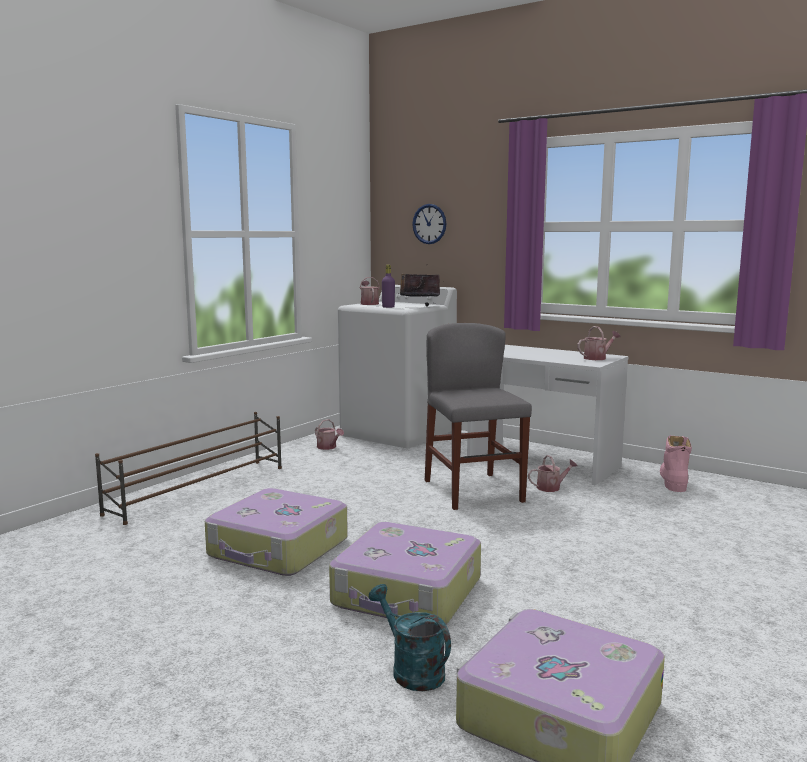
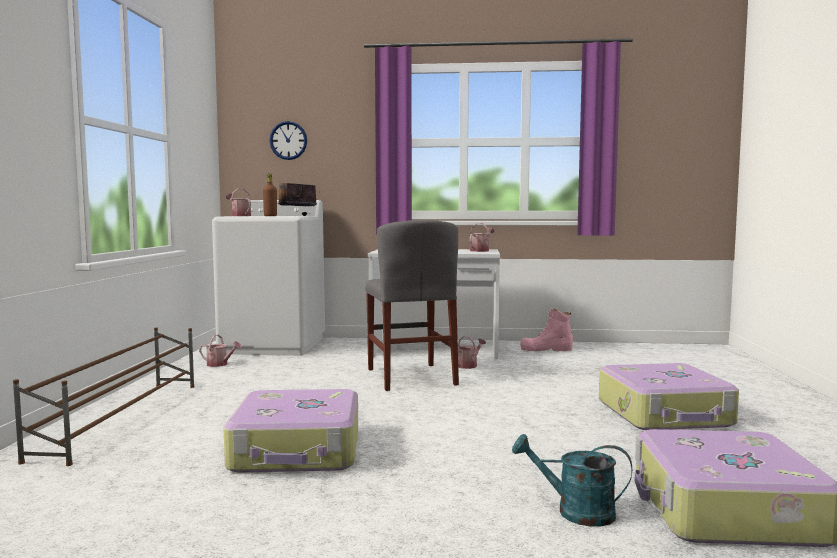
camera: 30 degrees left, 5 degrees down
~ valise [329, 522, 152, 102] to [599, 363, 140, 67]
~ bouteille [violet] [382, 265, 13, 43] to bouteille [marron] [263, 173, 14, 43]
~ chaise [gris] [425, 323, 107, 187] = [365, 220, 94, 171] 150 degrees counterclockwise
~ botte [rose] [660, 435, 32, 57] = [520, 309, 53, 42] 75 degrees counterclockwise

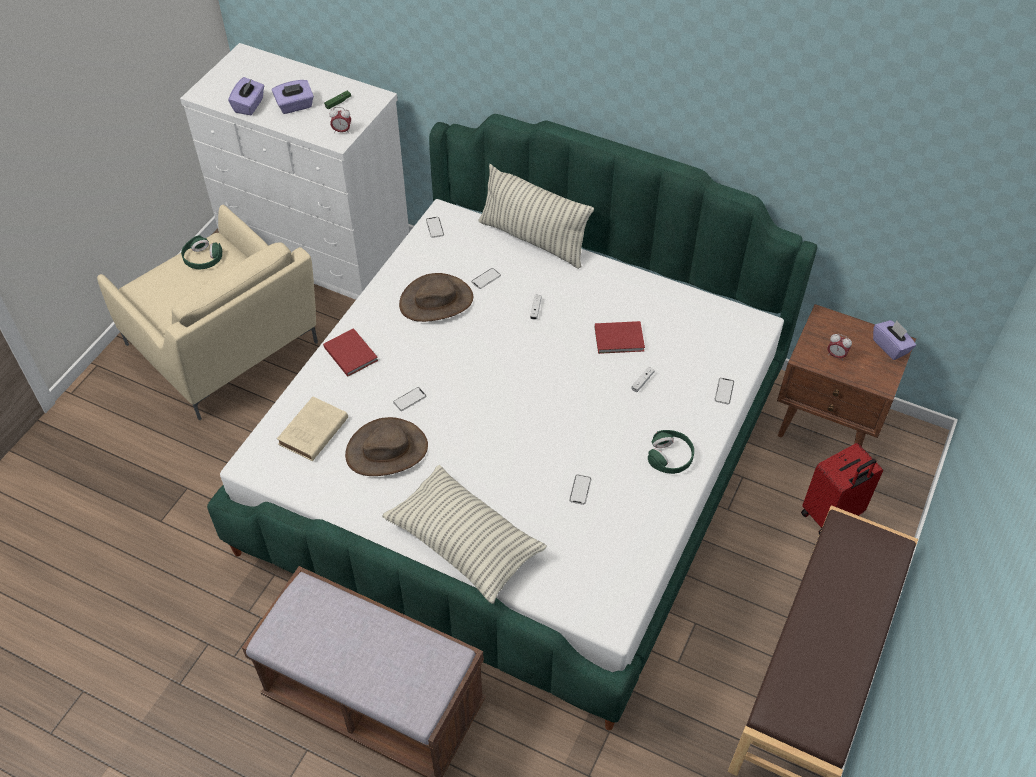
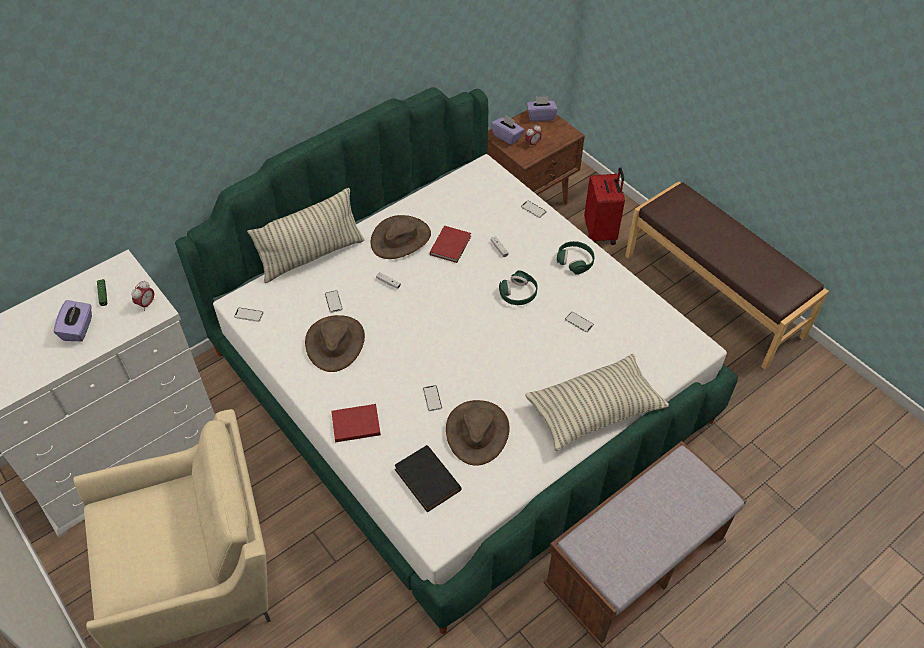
camera: 65 degrees left, 0 degrees up
~ casque audio [vert] [181, 235, 41, 34] to [499, 270, 39, 35]
~ boîte à mouchoirs [violet] [228, 77, 36, 38] to [491, 114, 33, 31]
~ livre [beige] [277, 397, 71, 64] to livre [noir] [394, 445, 67, 67]
+ chapeau [marron] [371, 215, 60, 44]

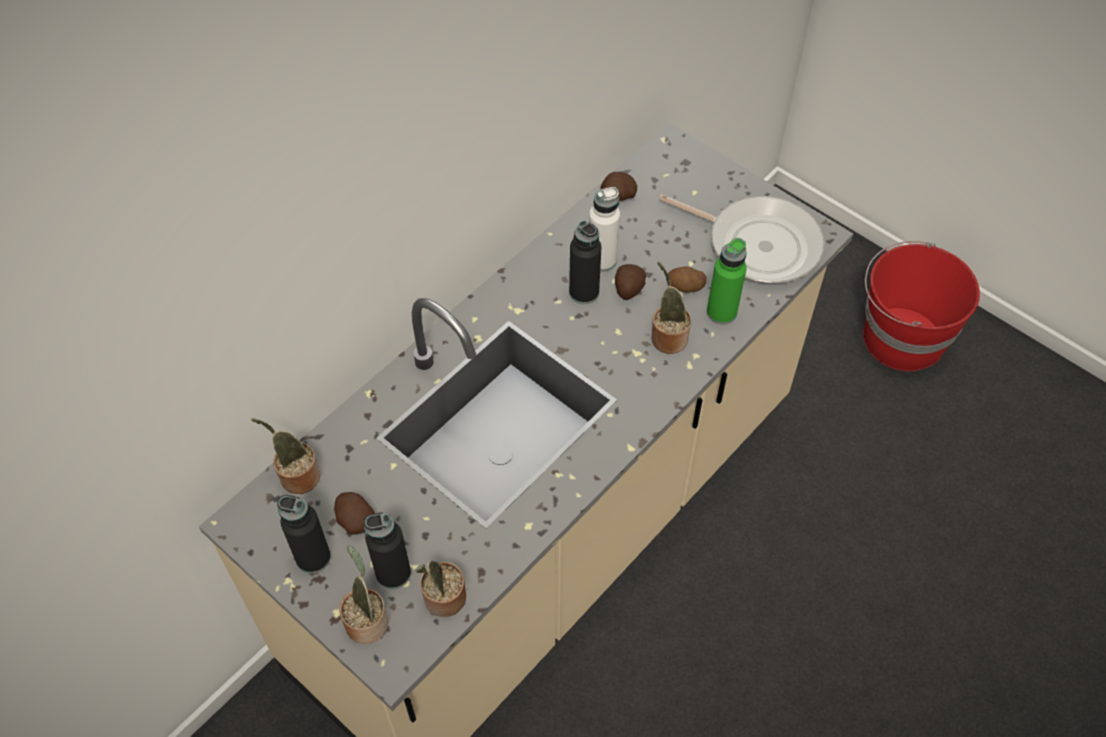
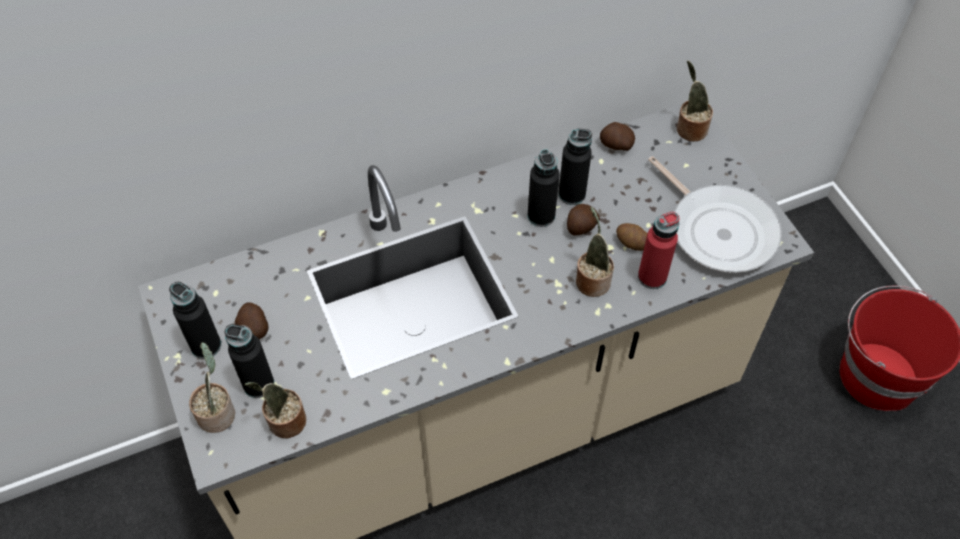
camera: 25 degrees right, 0 degrees up
~ plante en pot [251, 418, 69, 76] to [677, 61, 36, 81]
~ bouteille [blanc] [589, 187, 31, 85] to bouteille [noir] [558, 129, 34, 76]
~ bouteille [vert] [707, 238, 40, 87] to bouteille [rouge] [638, 212, 42, 77]

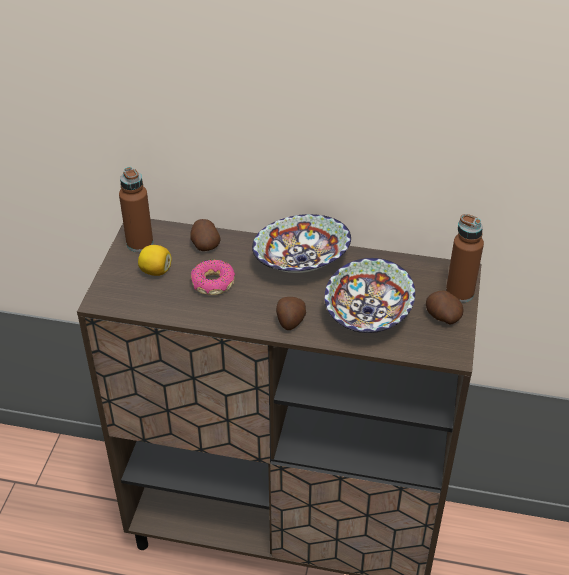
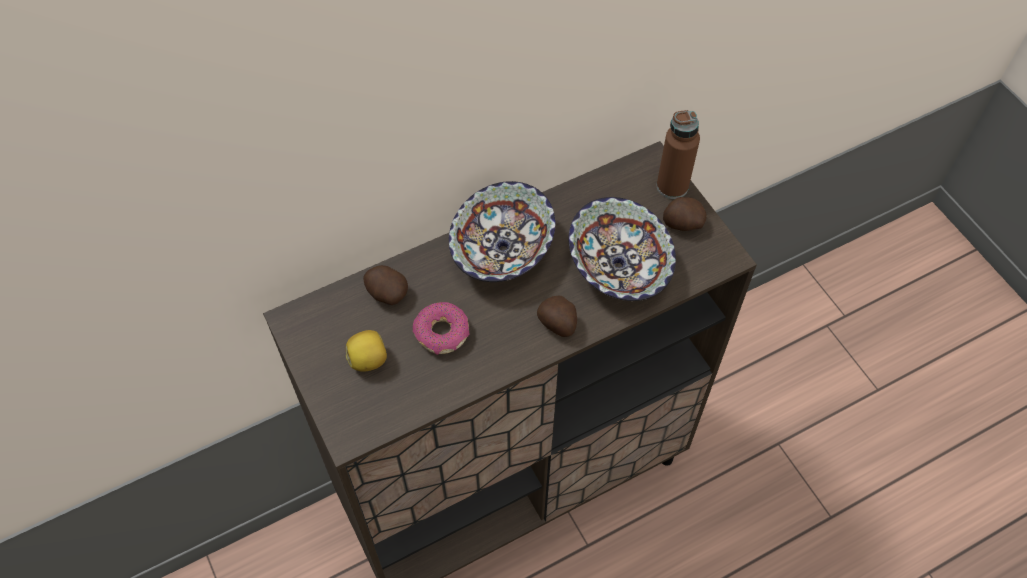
camera: 40 degrees left, 15 degrees up
- bouteille [marron] [119, 167, 34, 85]

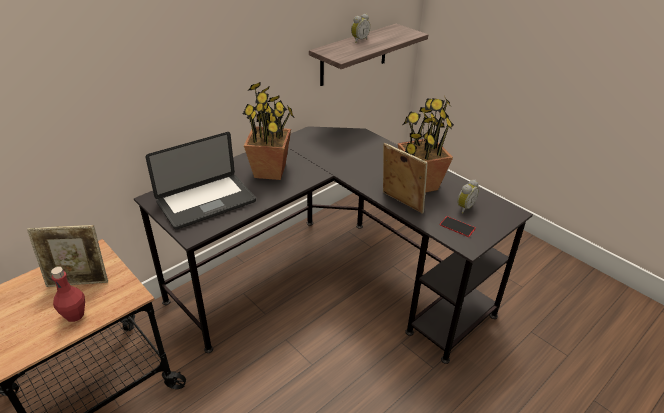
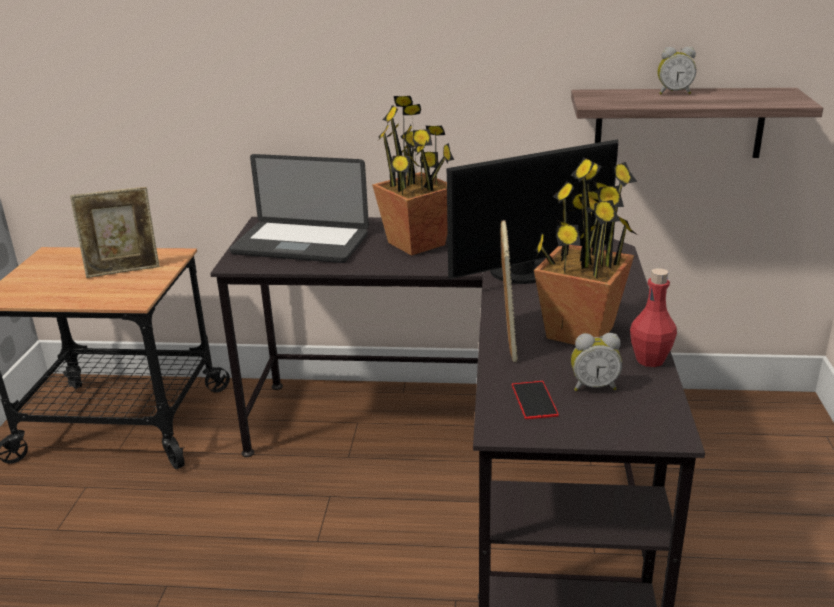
camera: 50 degrees right, 10 degrees down
~ cadre photo [27, 225, 81, 62] = [70, 187, 90, 91] 60 degrees counterclockwise
~ bouteille [rouge] [51, 267, 34, 55] to [630, 268, 47, 99]
+ écran d'ordinateur [447, 139, 171, 145]

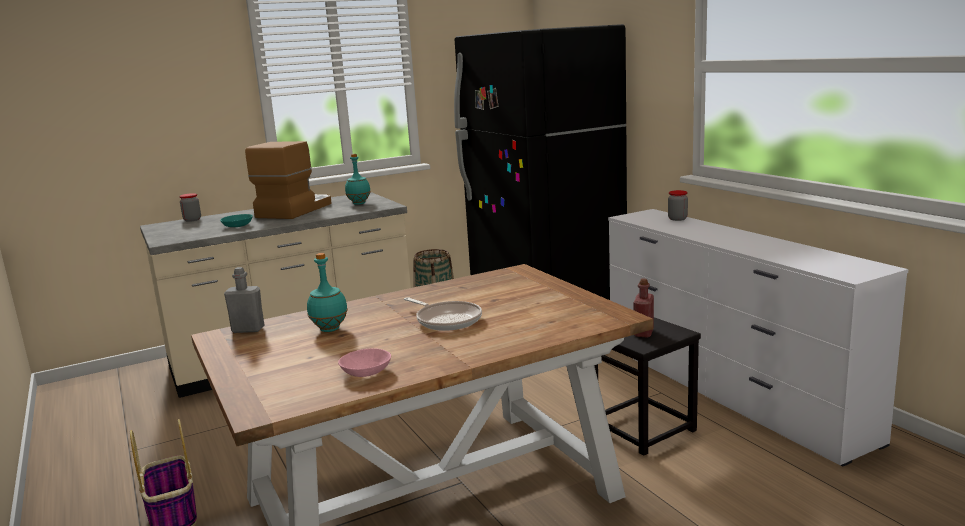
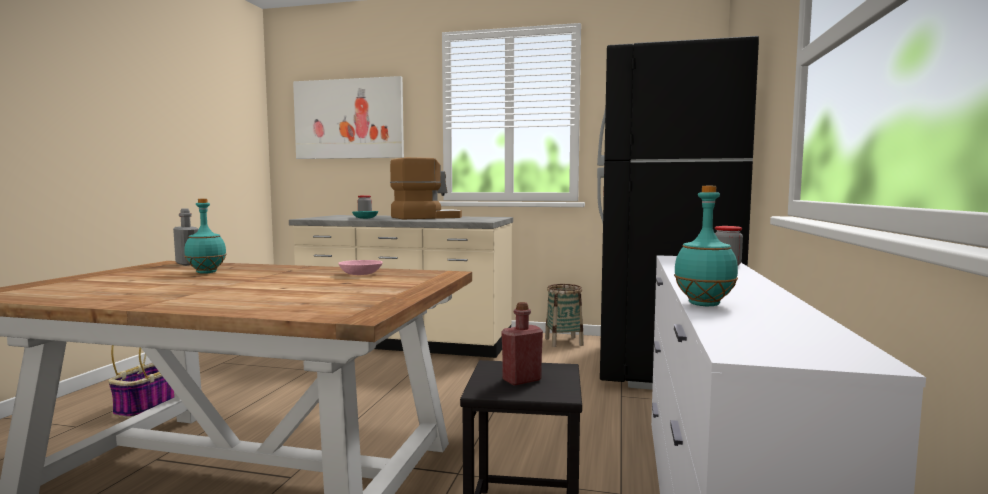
camera: 40 degrees right, 10 degrees down
~ bol [rose] [338, 348, 53, 29] to [338, 260, 45, 15]
~ bouteille [turquoise] [345, 154, 26, 51] to [674, 185, 64, 121]
- poêle [404, 297, 78, 34]
+ tableau [293, 76, 111, 83]

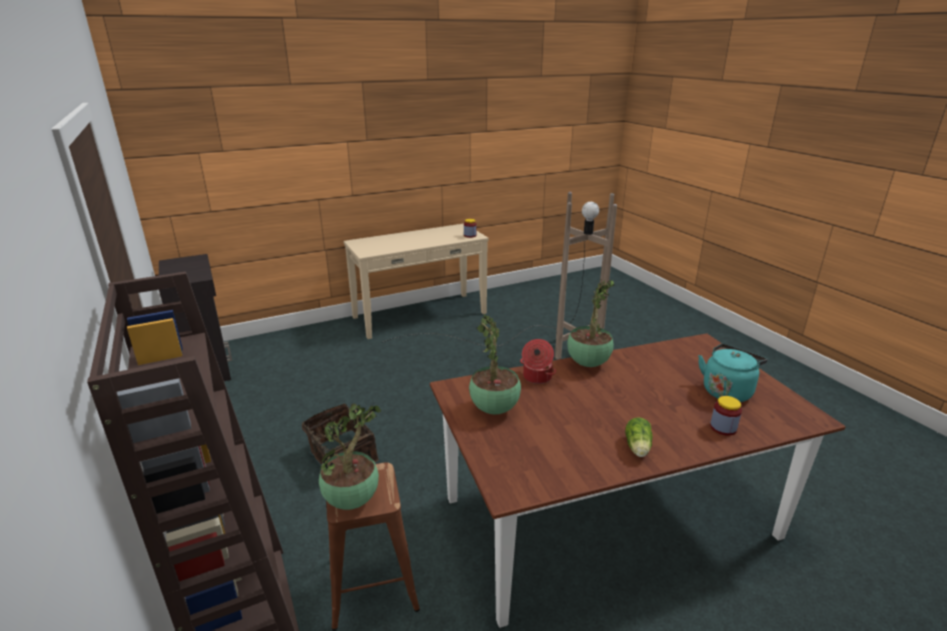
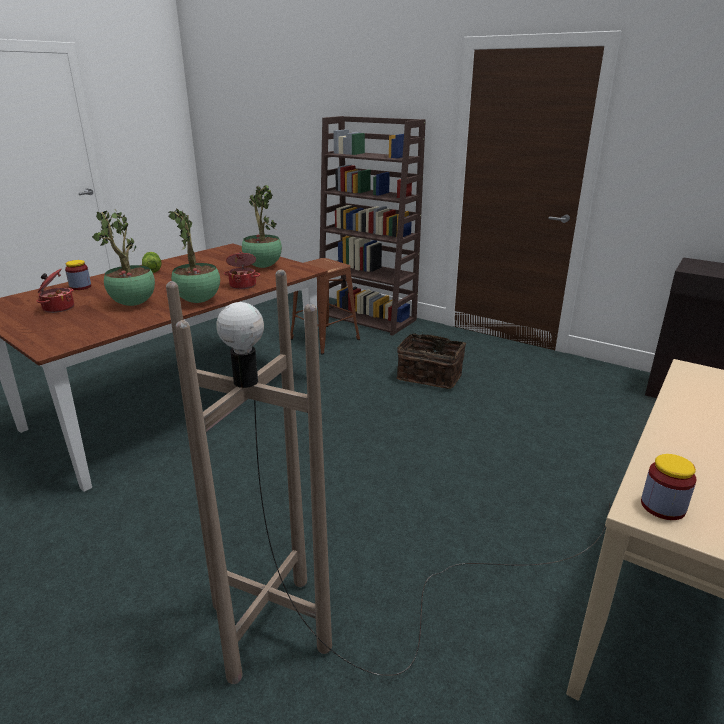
camera: 150 degrees right, 0 degrees up
~ plante en pot [319, 404, 63, 106] to [92, 209, 63, 97]
~ bouilloire [turquoise] [698, 344, 70, 58] to marmite [37, 269, 37, 44]

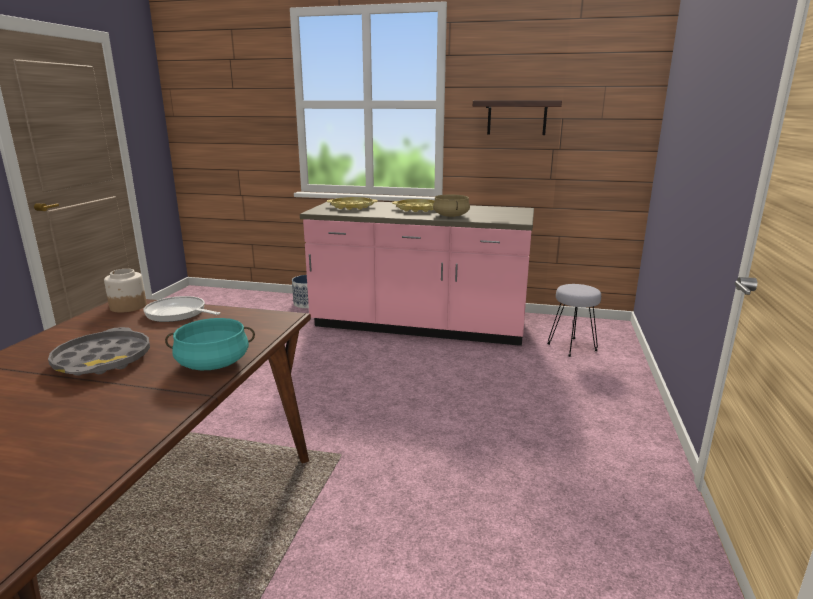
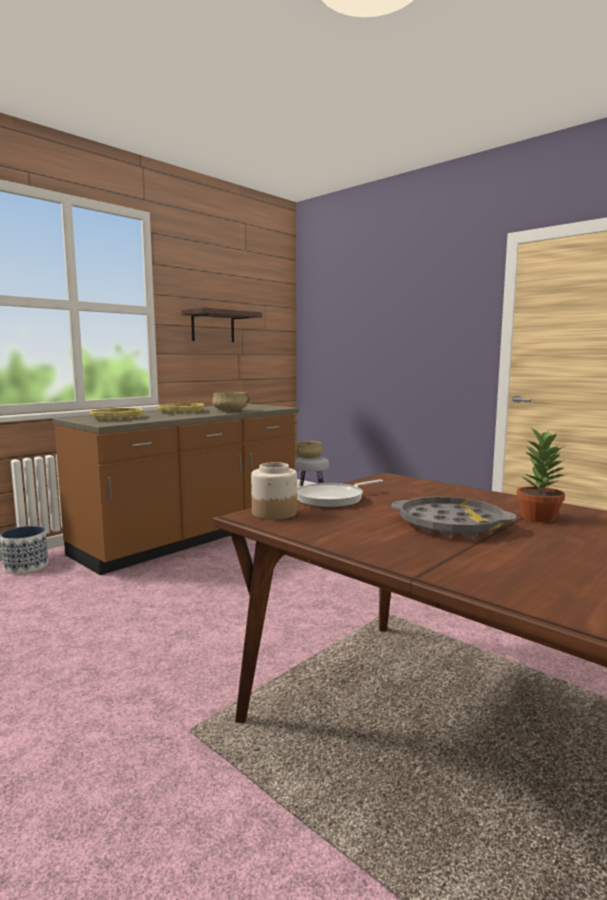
camera: 60 degrees left, 10 degrees down
- marmite [turquoise] [165, 318, 90, 52]
~ comptoir de cuisine [rose] [300, 202, 234, 144] to comptoir de cuisine [marron] [52, 404, 247, 171]
+ marmite [beige] [295, 441, 28, 17]
+ plante en pot [517, 426, 51, 96]

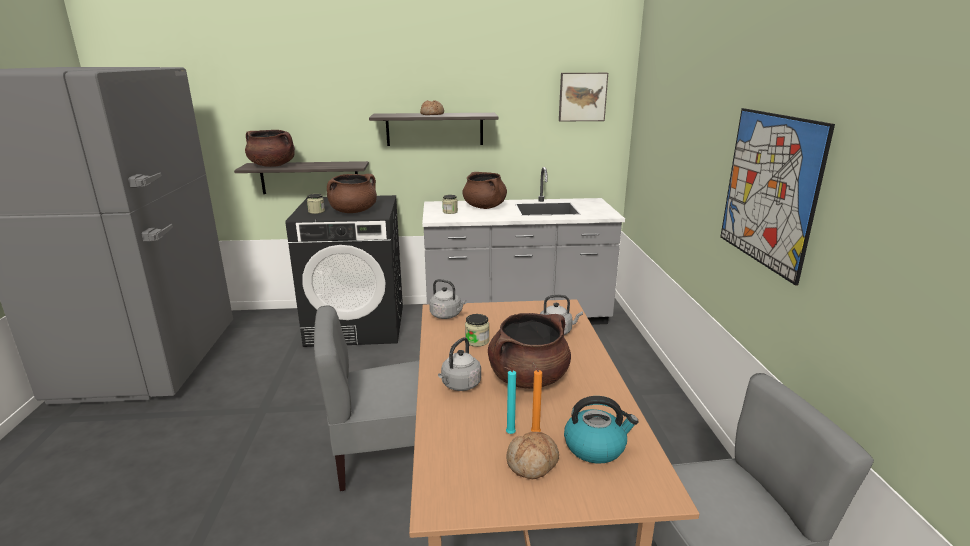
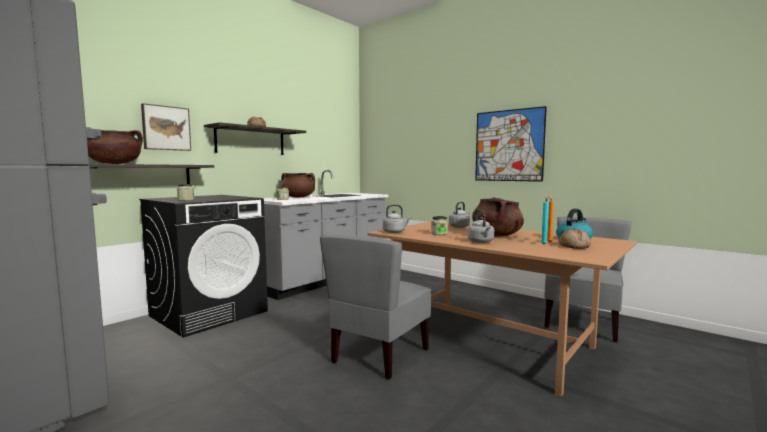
camera: 45 degrees left, 15 degrees down
- marmite [marron] [327, 174, 50, 39]
~ tableau [559, 73, 49, 49] to [141, 103, 50, 48]

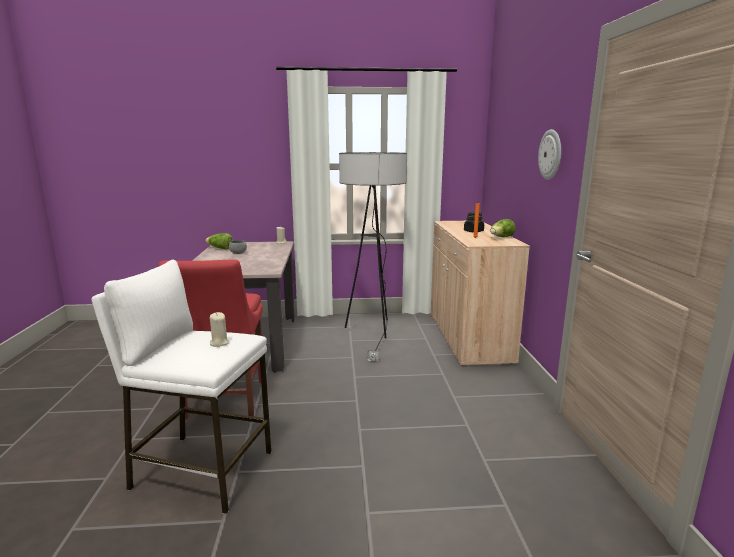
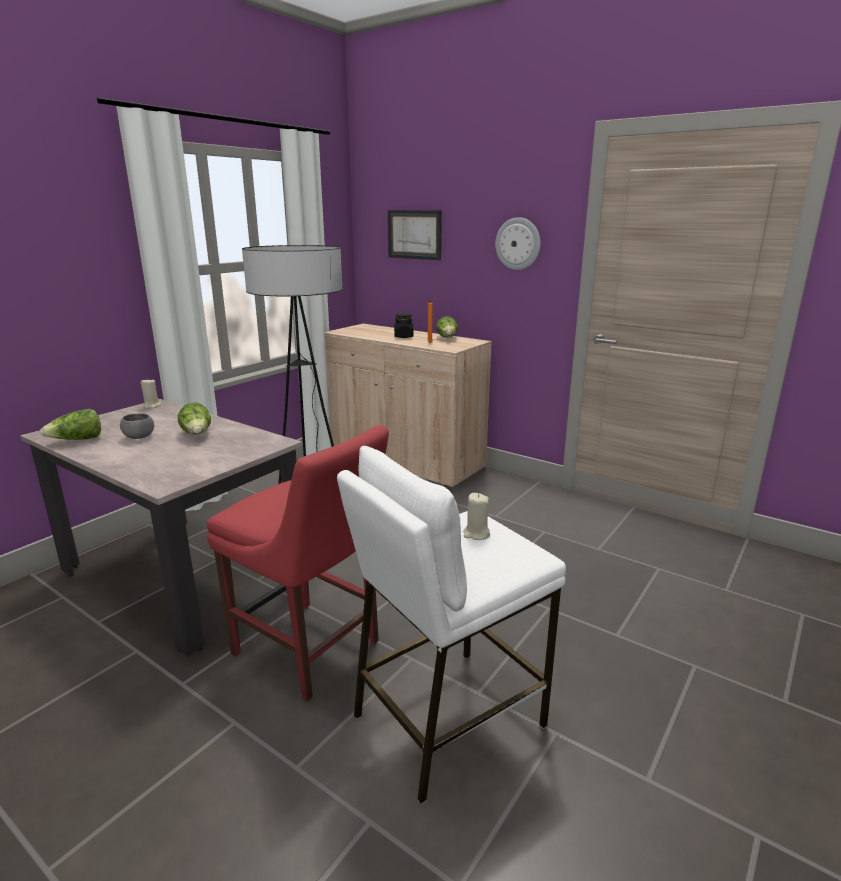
camera: 50 degrees left, 5 degrees up
+ laitue [178, 402, 33, 33]
+ tableau [388, 210, 54, 50]

